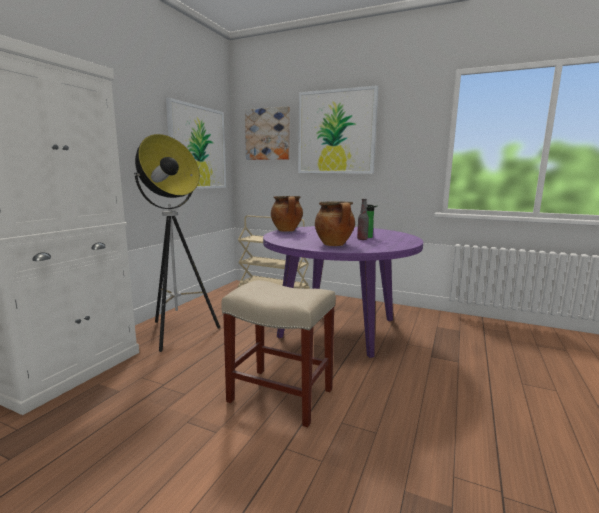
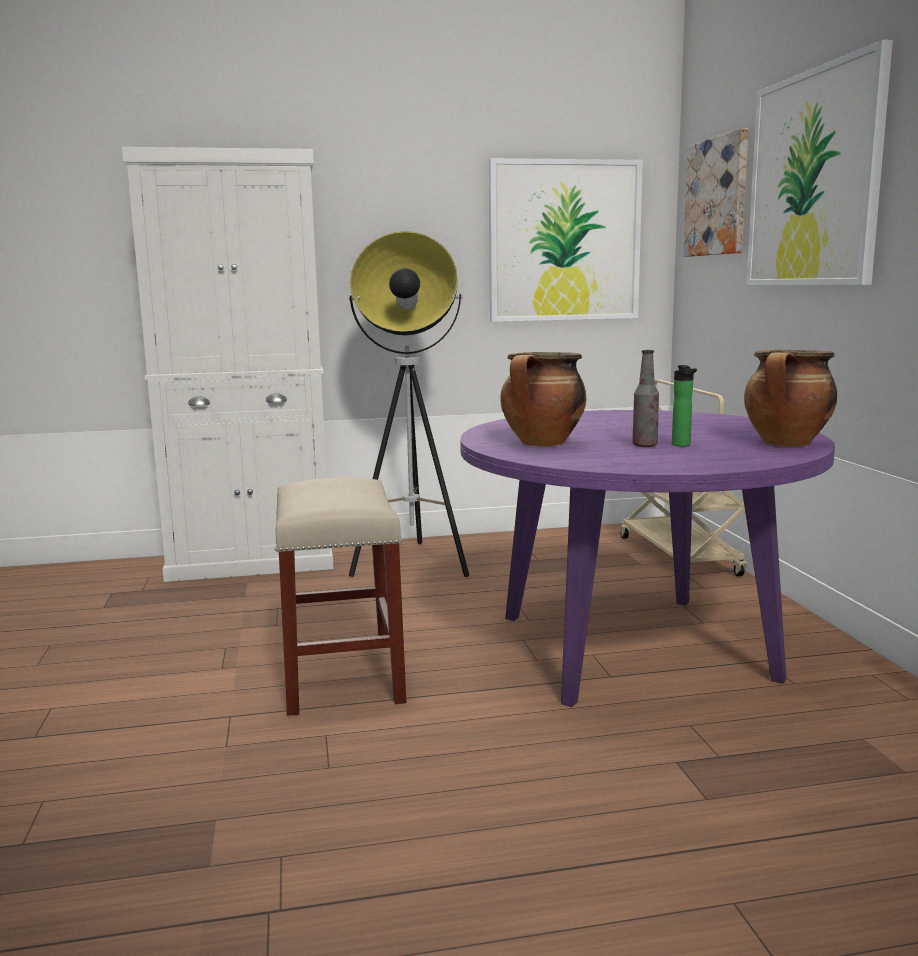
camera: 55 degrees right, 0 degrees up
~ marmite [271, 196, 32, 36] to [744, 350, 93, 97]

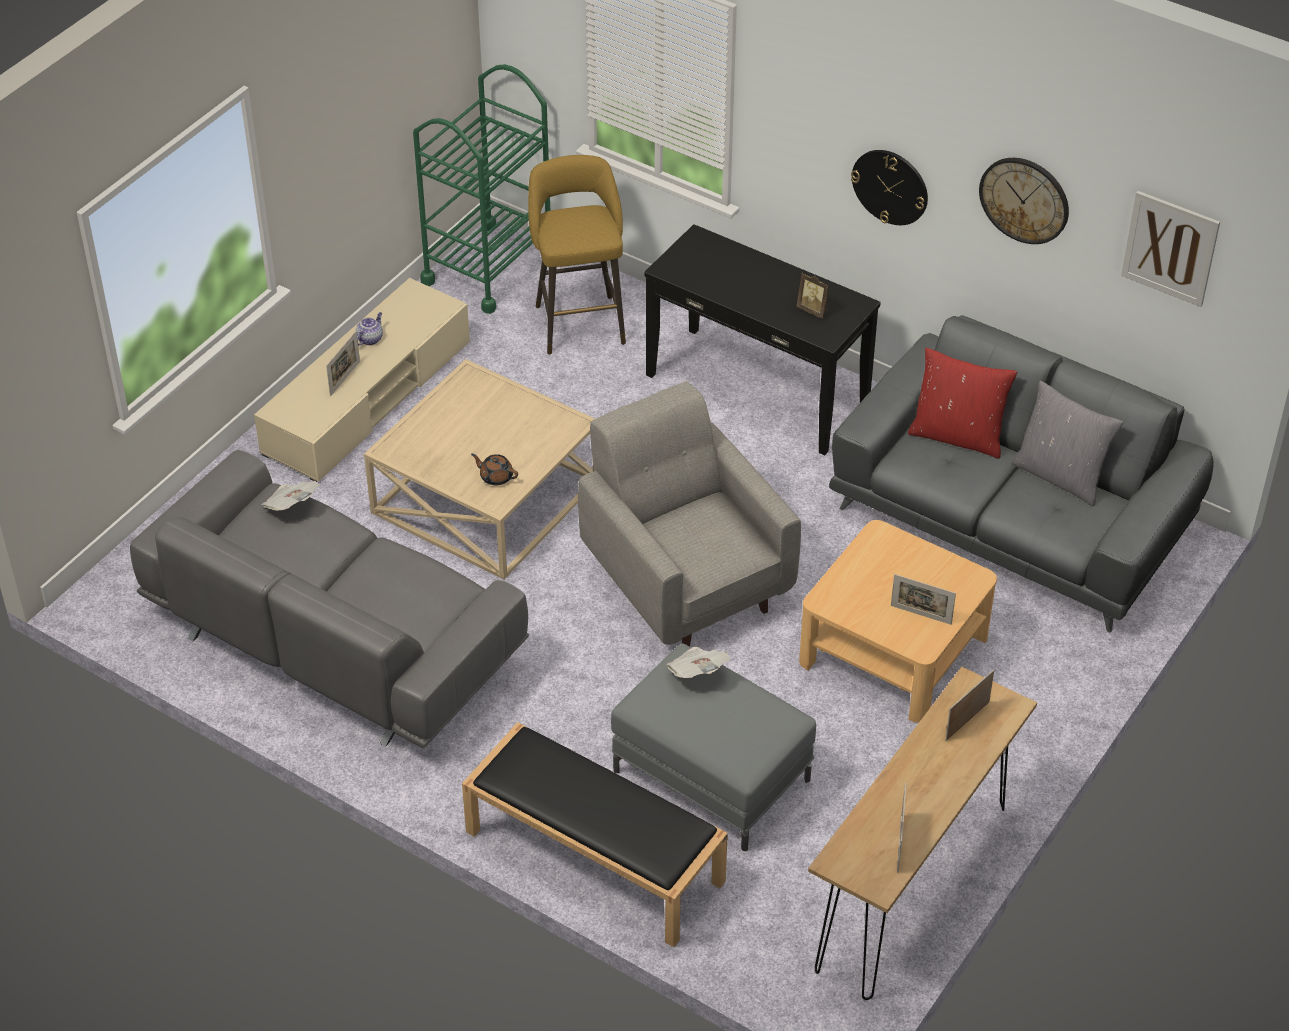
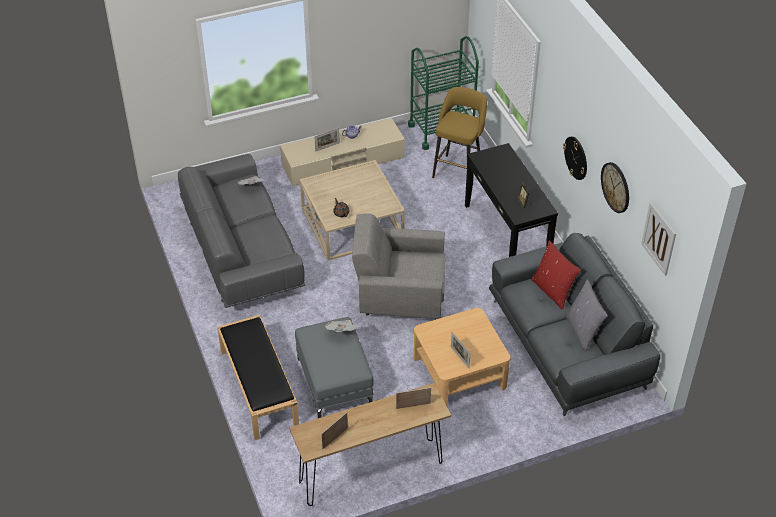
camera: 35 degrees right, 0 degrees up
~ fauteuil [gris] [578, 381, 223, 265] = [352, 213, 94, 106] 90 degrees counterclockwise

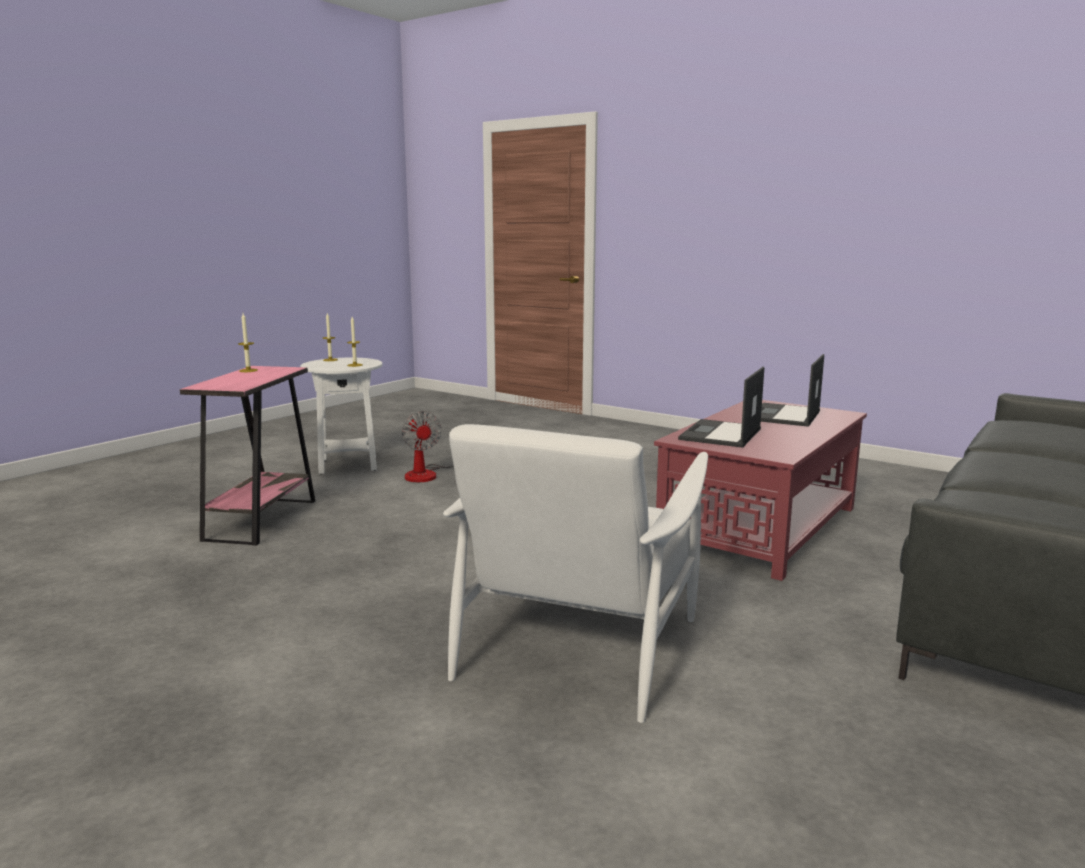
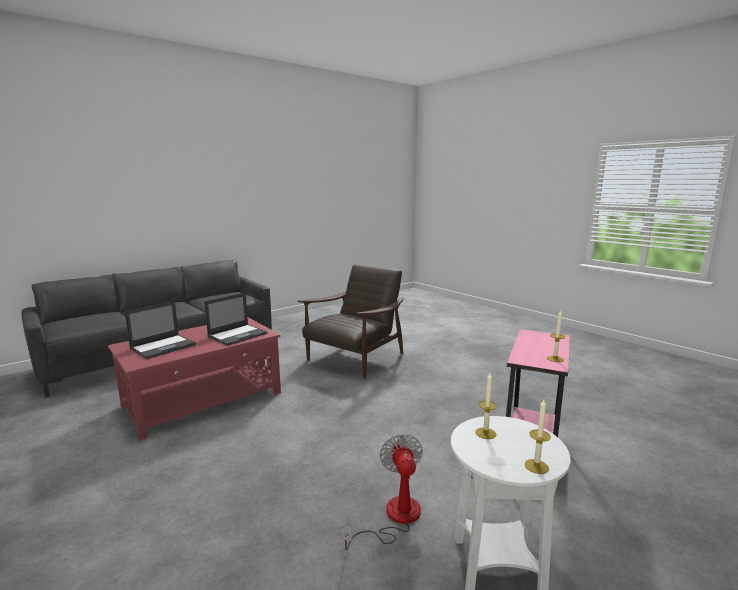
camera: 165 degrees left, 0 degrees up
~ fauteuil [blanc] [443, 424, 265, 299] to fauteuil [marron] [298, 265, 106, 114]

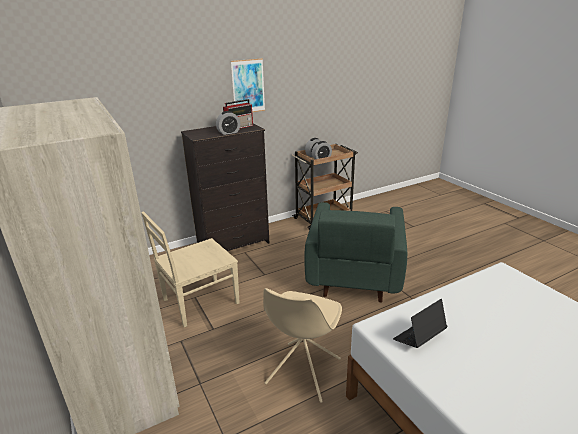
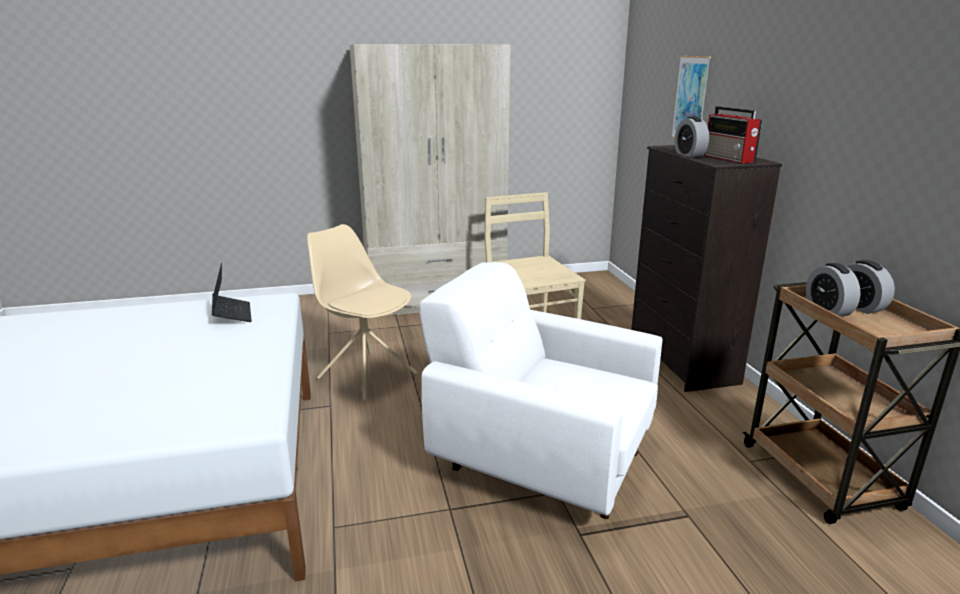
camera: 105 degrees right, 5 degrees down
~ tableau [231, 58, 34, 54] to [671, 56, 40, 82]
~ fauteuil [vert] [304, 202, 103, 100] to fauteuil [blanc] [419, 262, 243, 257]

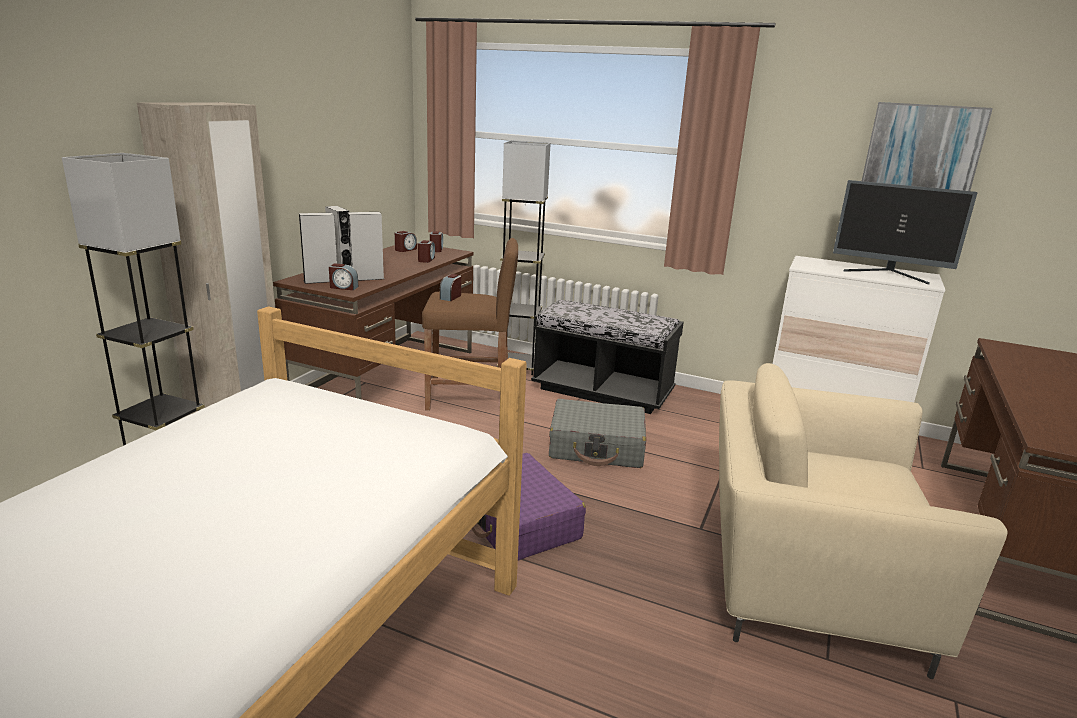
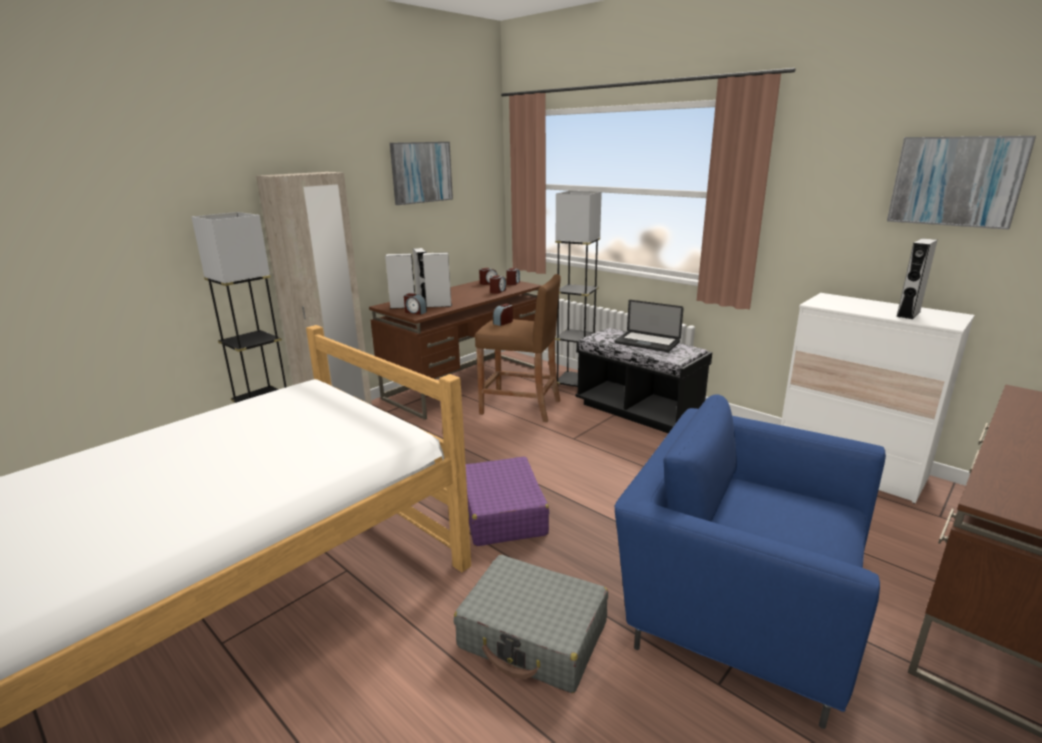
camera: 20 degrees right, 0 degrees up
~ valise [gris] [549, 399, 97, 69] to [454, 555, 154, 138]
~ fauteuil [beige] [719, 363, 288, 316] to fauteuil [bleu] [615, 394, 271, 335]
~ écran d'ordinateur [833, 180, 144, 105] to enceinte [gris] [896, 238, 42, 81]
+ tableau [390, 142, 63, 63]
+ ordinateur portable [615, 300, 69, 52]

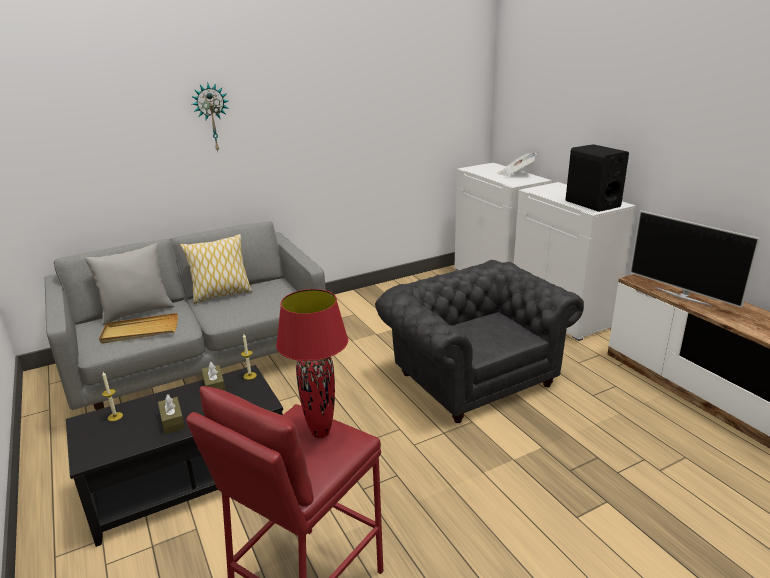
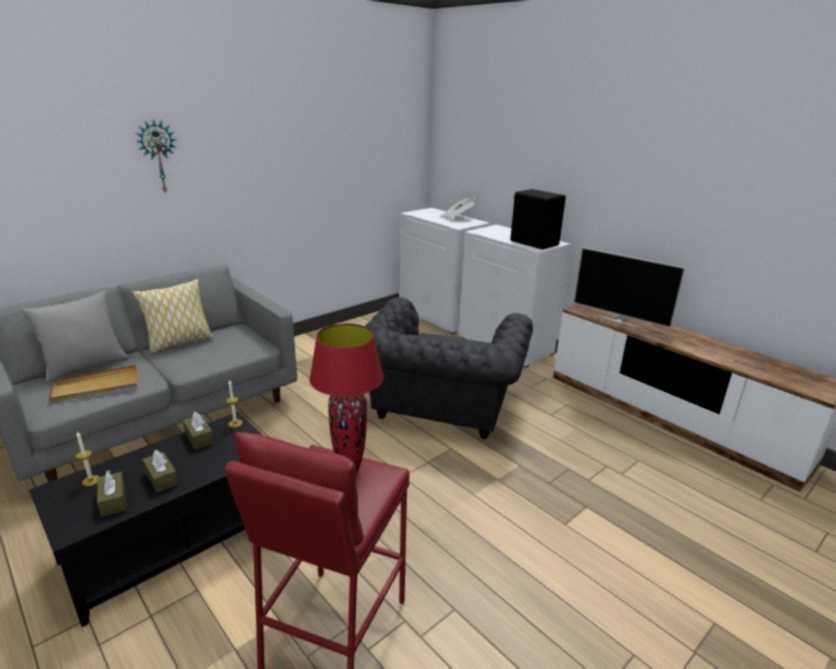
camera: 15 degrees left, 0 degrees up
~ fauteuil [gris] [375, 260, 209, 163] = [365, 297, 168, 142] 120 degrees counterclockwise
+ boîte à mouchoirs [marron] [97, 470, 29, 47]

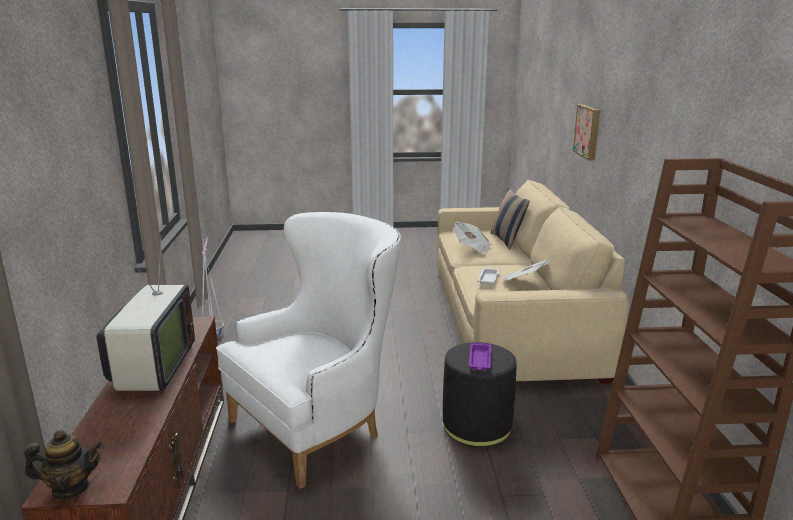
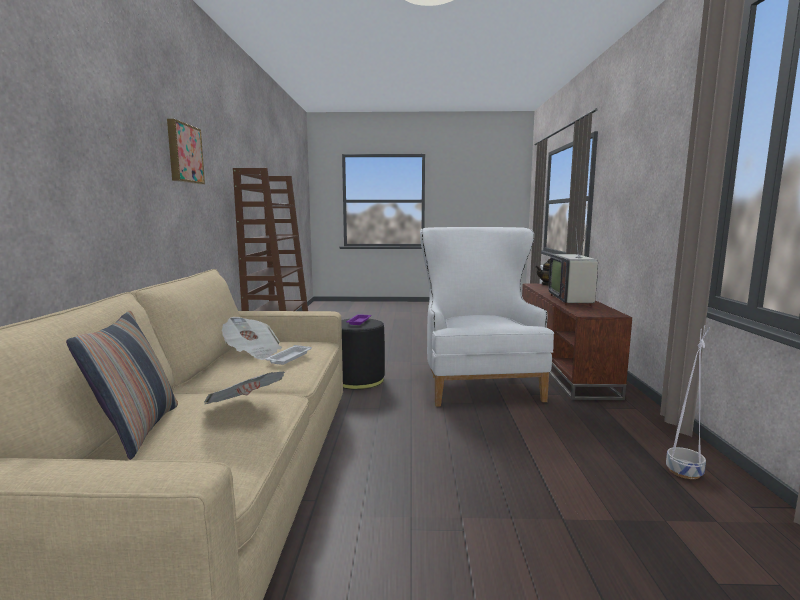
camera: 175 degrees left, 10 degrees down
~ fauteuil [blanc] [216, 212, 185, 277] = [420, 227, 134, 180] 120 degrees clockwise
~ tableau [573, 104, 27, 56] to [167, 119, 38, 65]

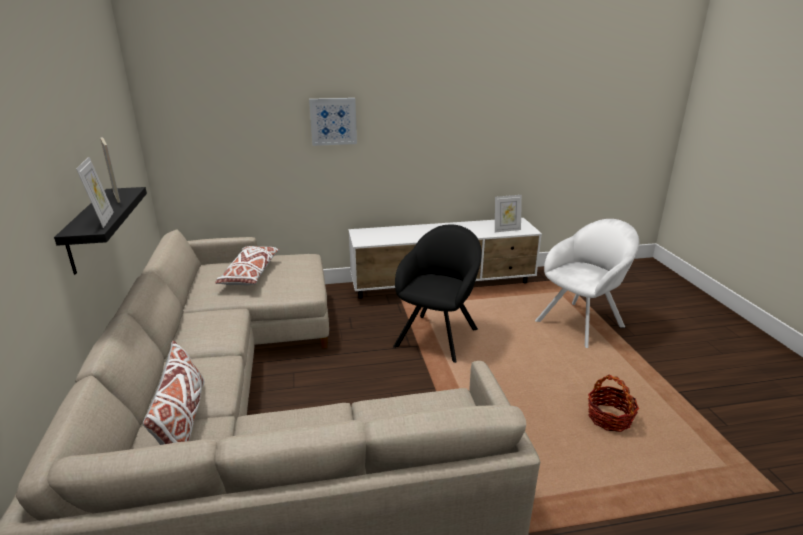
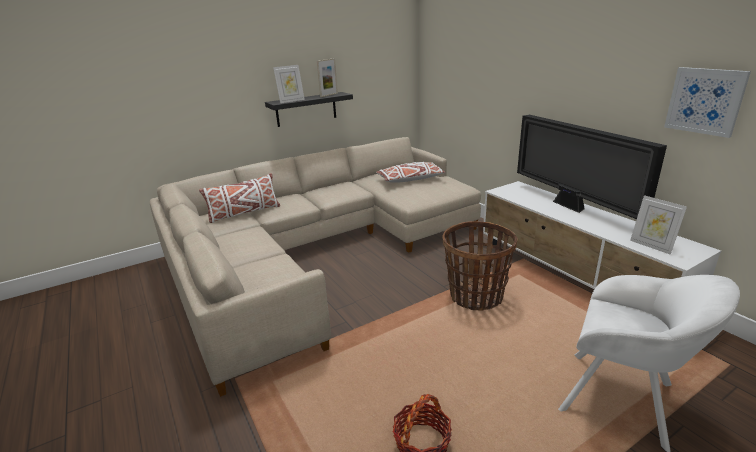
camera: 70 degrees right, 0 degrees up
~ tableau [309, 98, 48, 48] to [664, 67, 87, 71]
~ fauteuil [noir] [393, 224, 89, 139] to panier [442, 221, 76, 90]
+ téléviseur [517, 115, 150, 104]

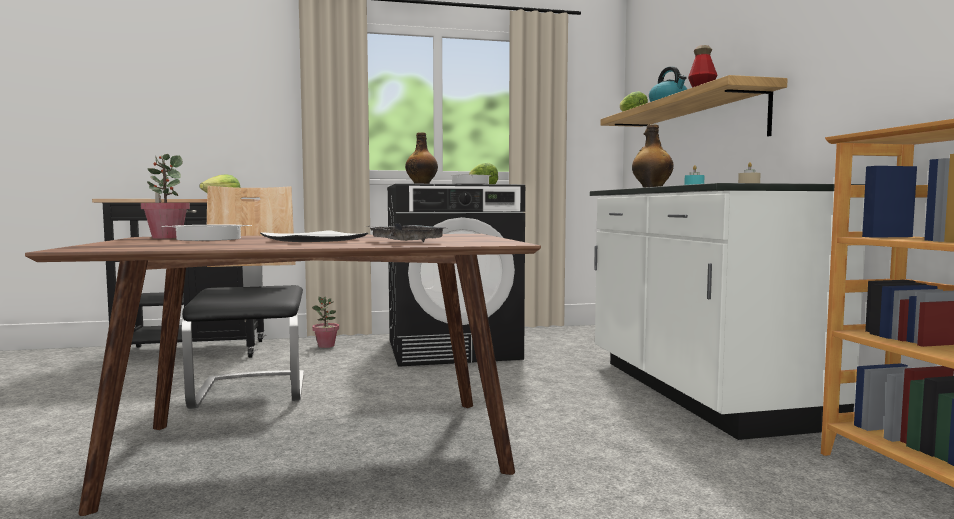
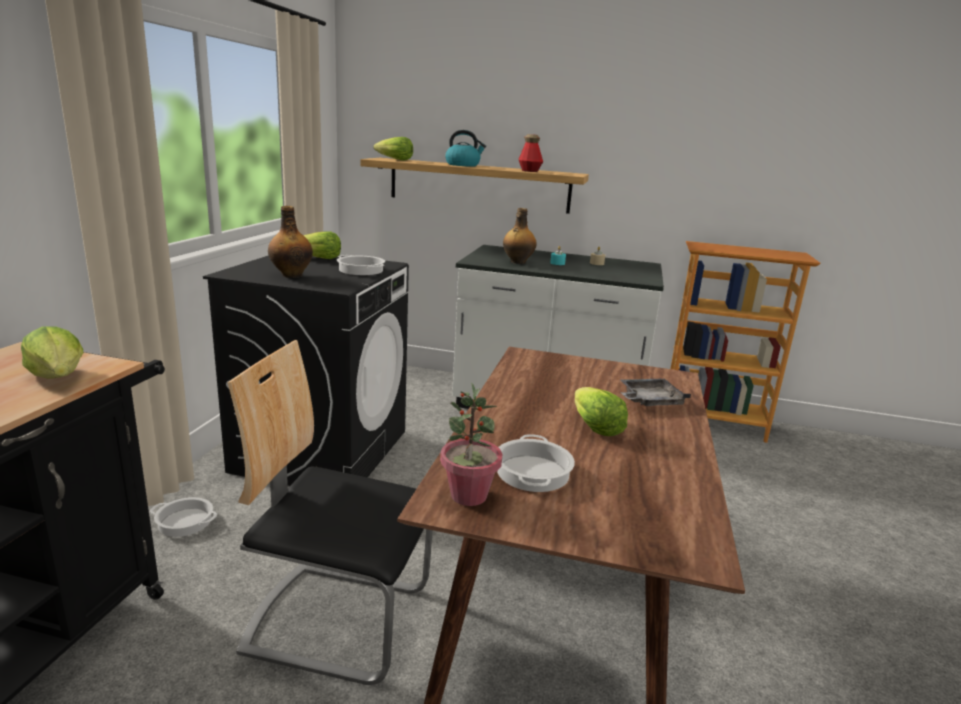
camera: 65 degrees left, 15 degrees up
~ assiette [260, 230, 108, 12] to laitue [575, 387, 53, 49]
~ plante en pot [312, 297, 27, 51] to marmite [150, 497, 67, 40]

